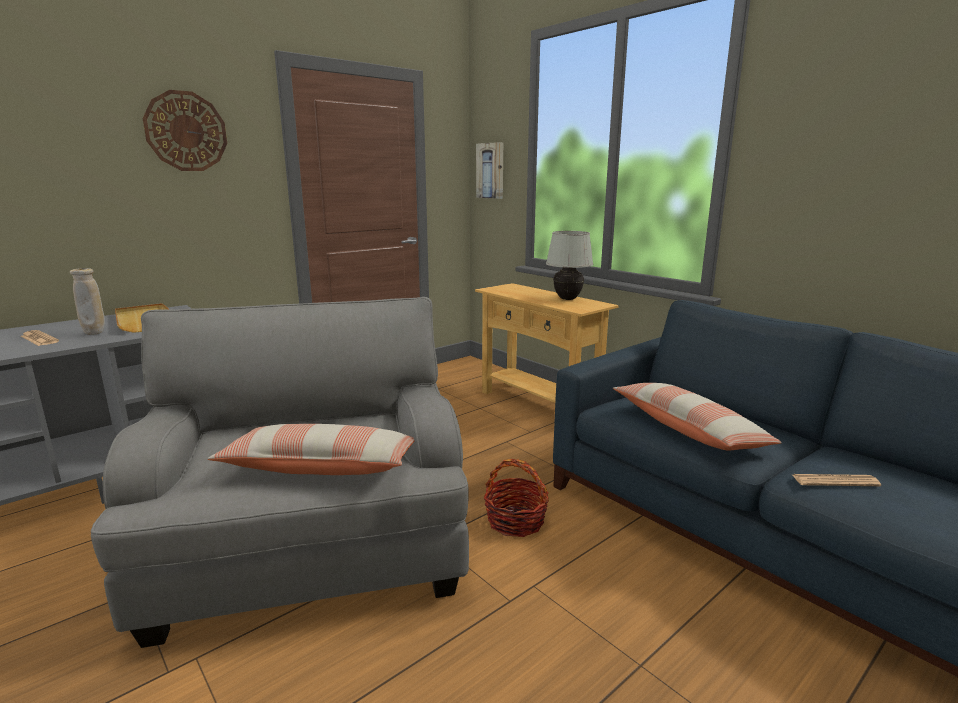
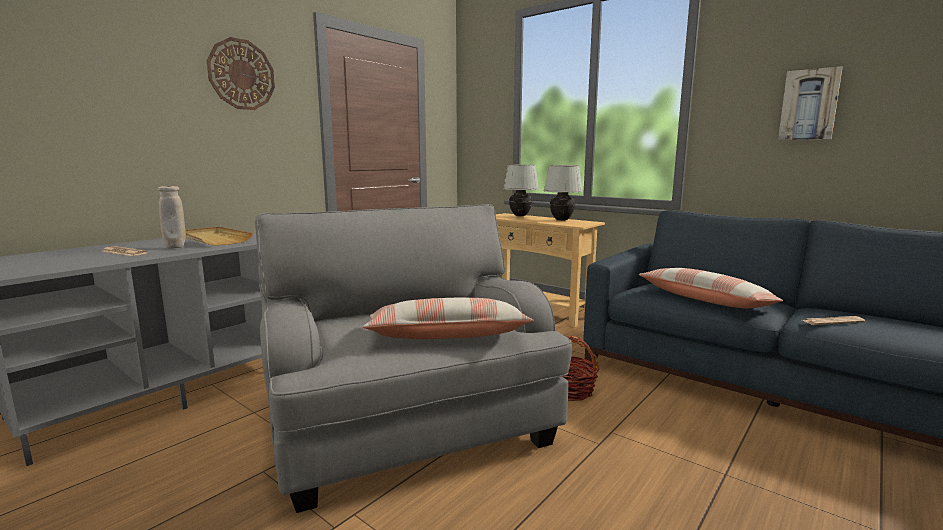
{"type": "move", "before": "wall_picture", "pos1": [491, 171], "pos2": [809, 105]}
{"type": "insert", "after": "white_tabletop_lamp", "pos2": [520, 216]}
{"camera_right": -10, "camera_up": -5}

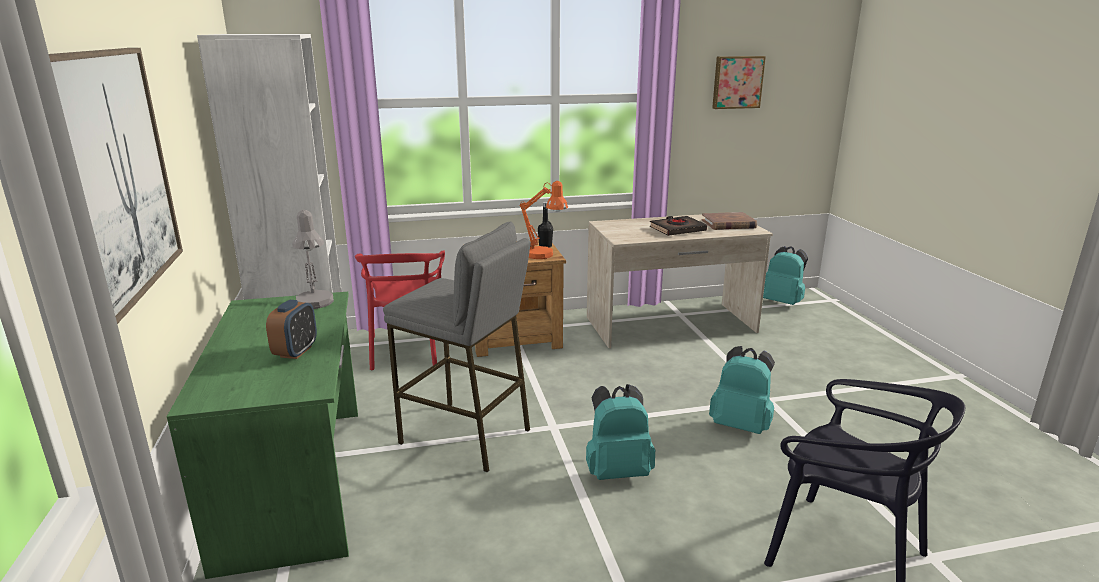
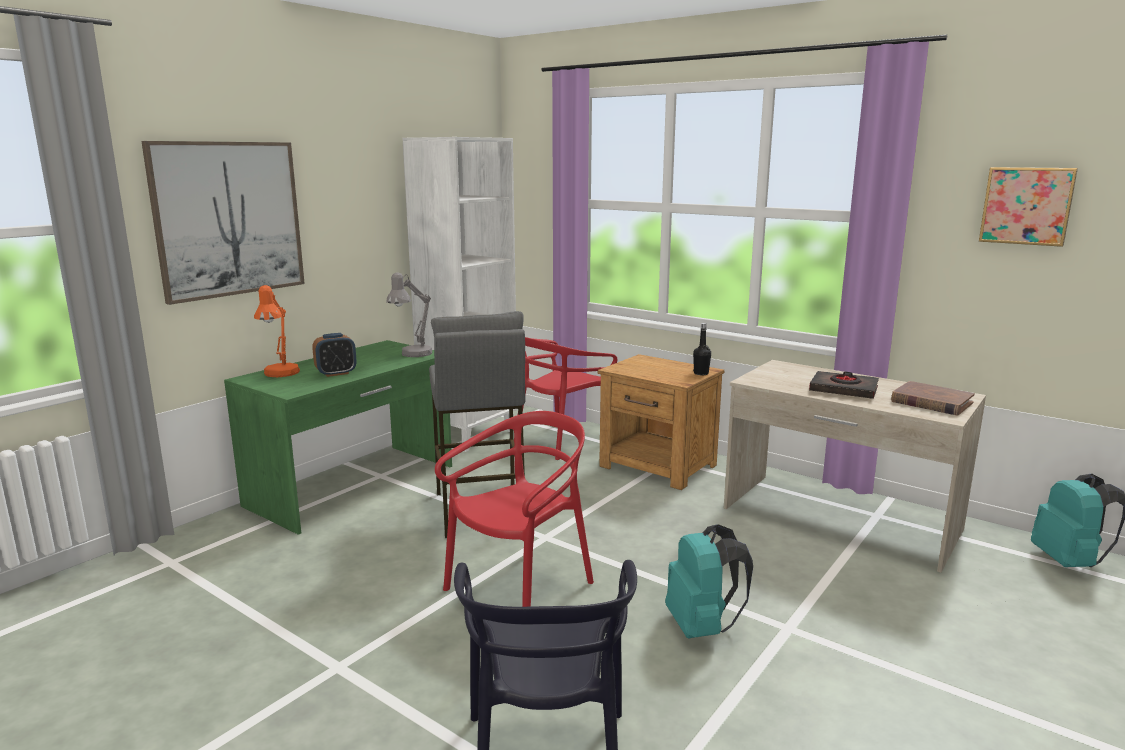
{"type": "move", "before": "orangey_tabletop_lamp", "pos1": [544, 256], "pos2": [280, 374]}
{"type": "replace", "before": "turquoise-coloured_knapsack", "after": "red-coloured_upright_chair", "pos1": [617, 471], "pos2": [521, 590]}
{"camera_right": 50, "camera_up": -5}

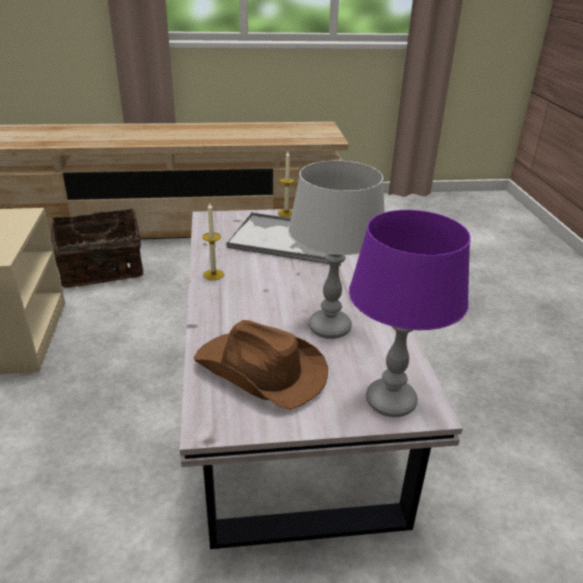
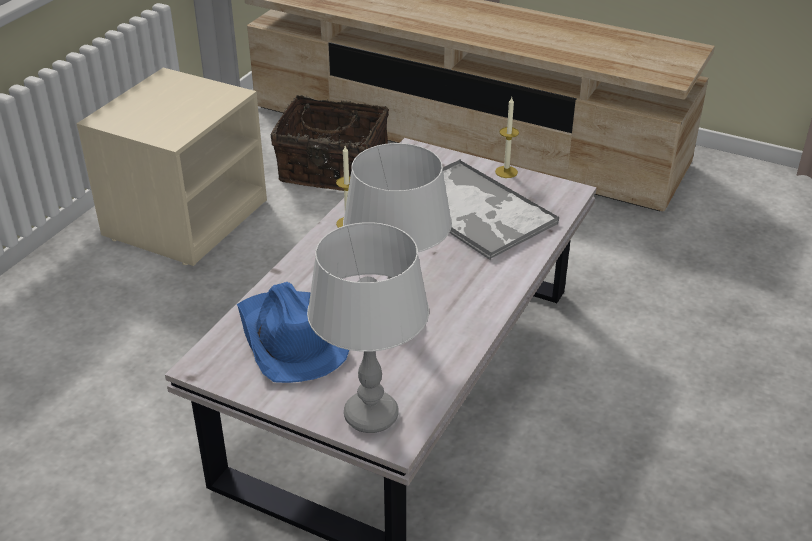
{"type": "recolor", "before": "brown-coloured_clothing_hat", "after": "blue-coloured_clothing_hat", "pos1": [261, 371], "pos2": [290, 338]}
{"type": "recolor", "before": "purple-coloured_tabletop_lamp", "after": "gray_tabletop_lamp", "pos1": [390, 401], "pos2": [370, 416]}
{"camera_right": 35, "camera_up": 5}

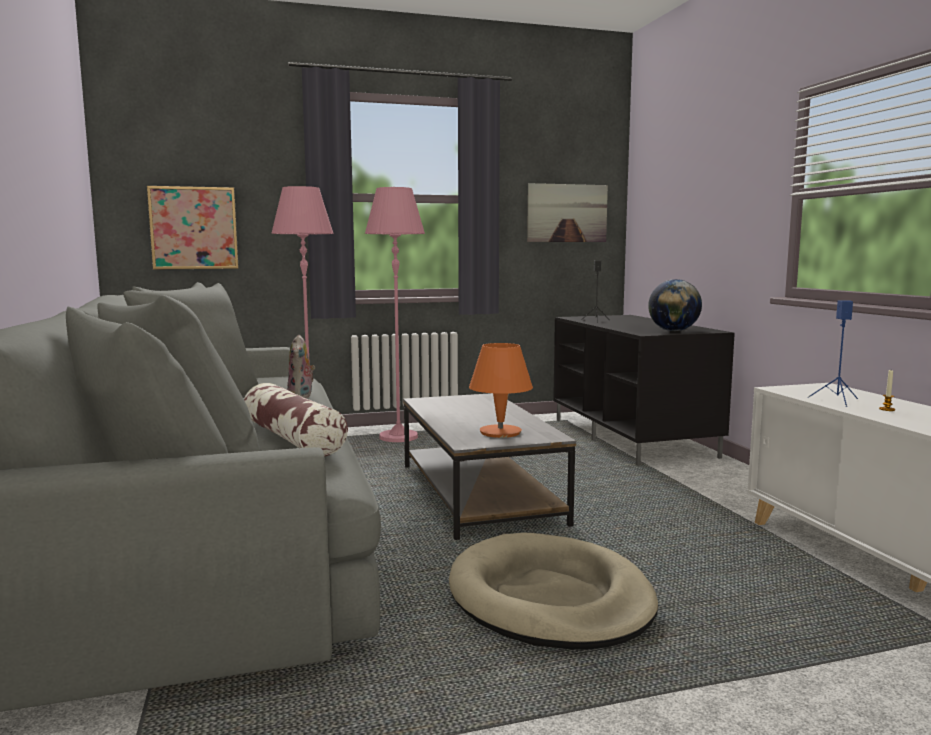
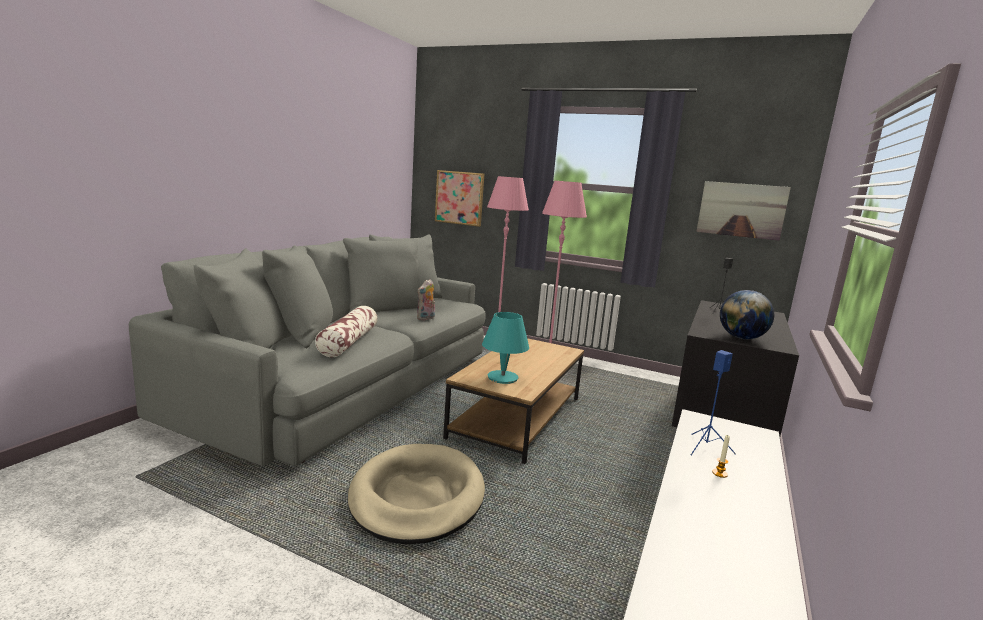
{"type": "recolor", "before": "gray_low_table", "after": "brown-coloured_low_table", "pos1": [478, 493], "pos2": [516, 417]}
{"type": "recolor", "before": "orangey_tabletop_lamp", "after": "turquoise-coloured_tabletop_lamp", "pos1": [500, 432], "pos2": [502, 378]}
{"camera_right": 40, "camera_up": 5}

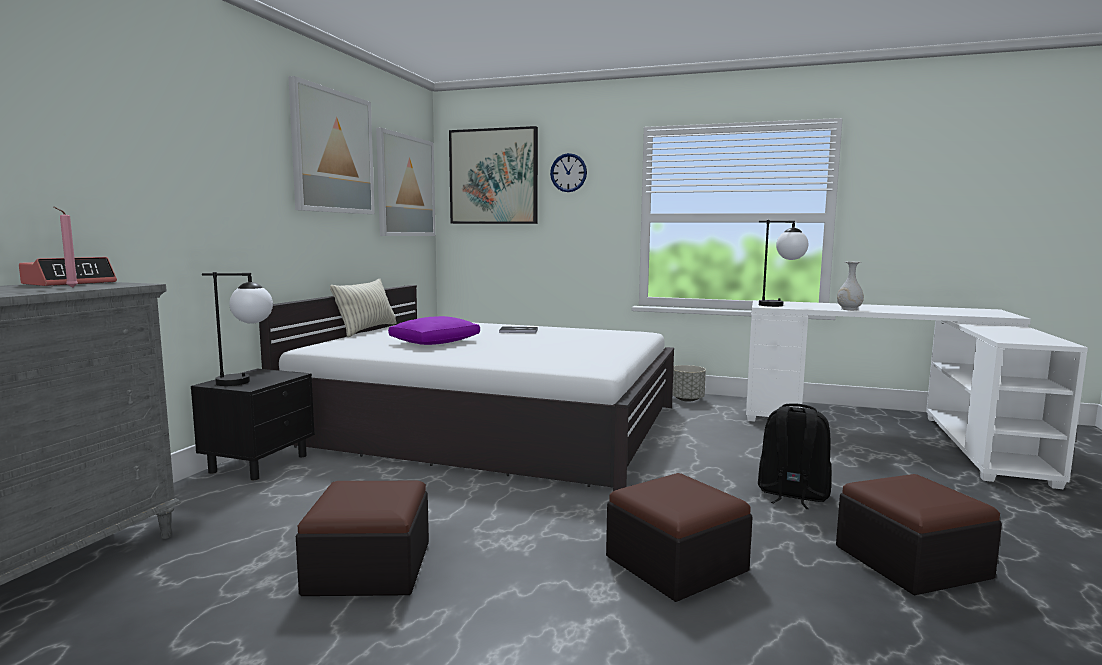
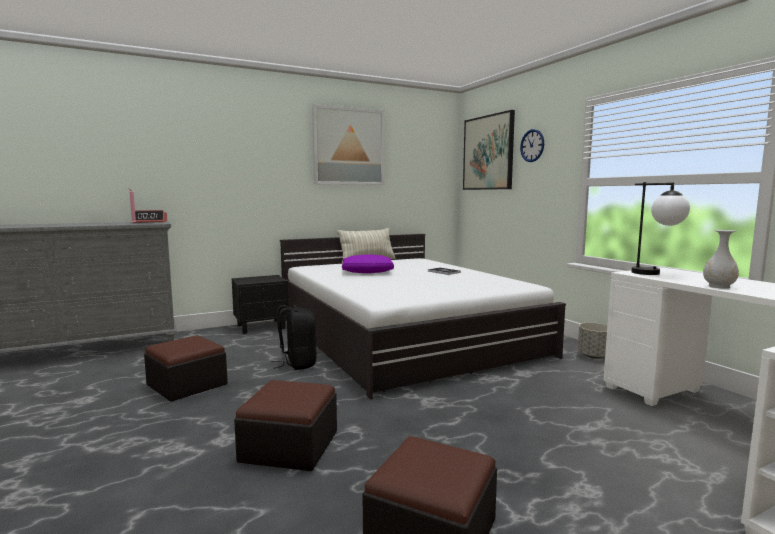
{"type": "delete", "before": "tabletop_lamp", "pos1": [247, 382]}
{"type": "delete", "before": "wall_picture", "pos1": [405, 186]}
{"type": "move", "before": "black_knapsack", "pos1": [792, 495], "pos2": [297, 364]}
{"camera_right": 45, "camera_up": 0}

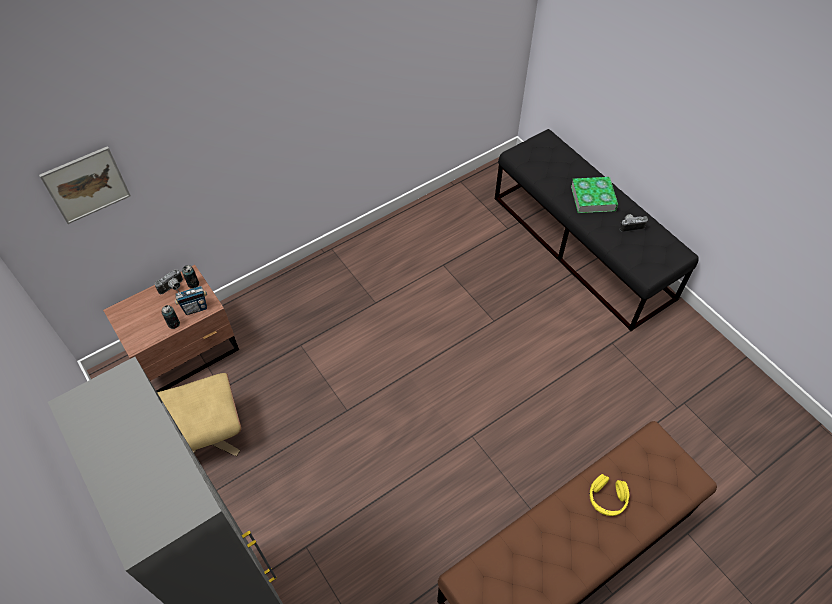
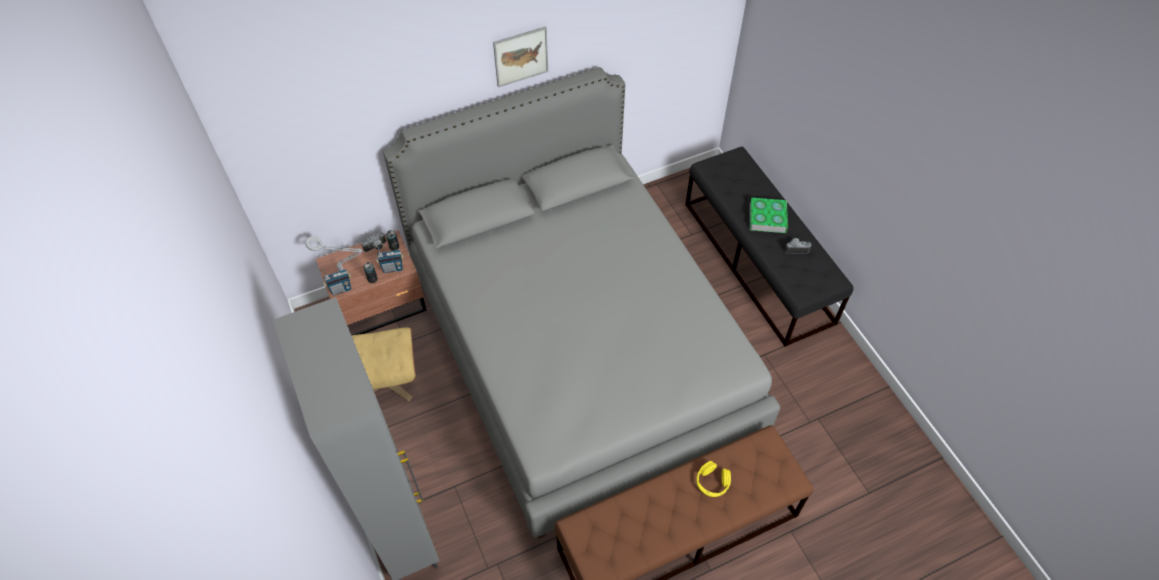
{"type": "move", "before": "wall_picture", "pos1": [86, 185], "pos2": [521, 56]}
{"type": "insert", "after": "gray_tabletop_lamp", "pos2": [342, 269]}
{"type": "insert", "after": "radio_set", "pos2": [341, 289]}
{"type": "insert", "after": "gray_sleeping_bed", "pos2": [579, 349]}
{"camera_right": 10, "camera_up": 0}

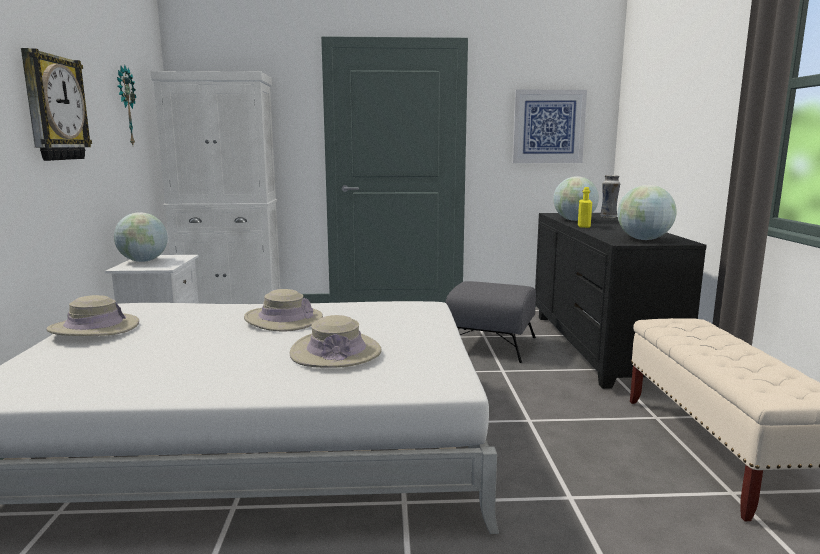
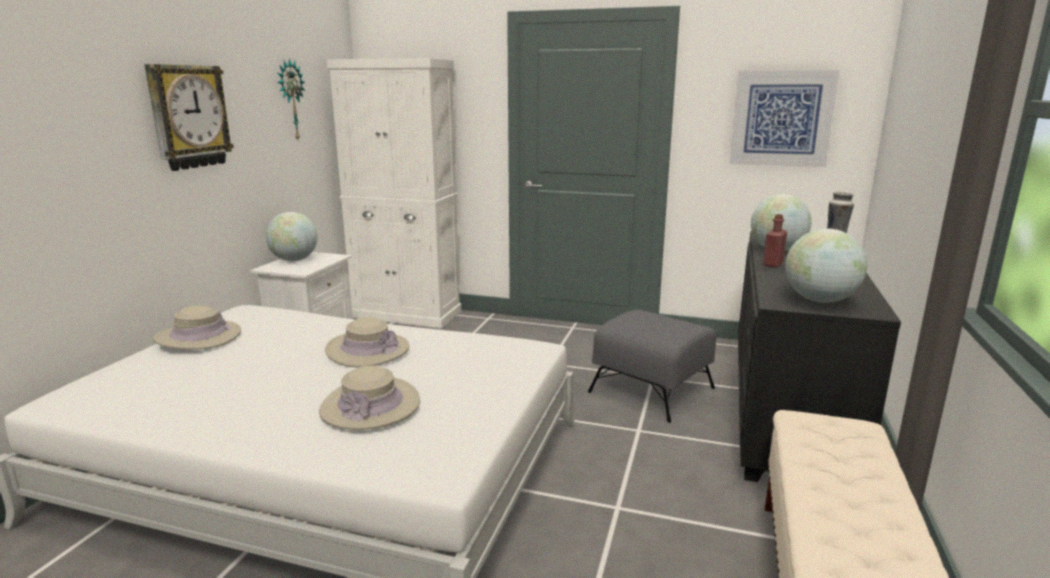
{"type": "recolor", "before": "yellowish_bottle", "after": "red-coloured_bottle", "pos1": [583, 226], "pos2": [772, 264]}
{"camera_right": 20, "camera_up": 5}

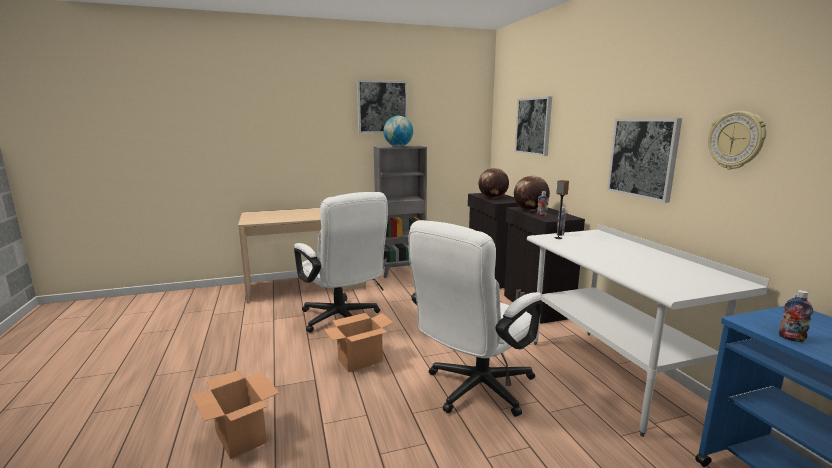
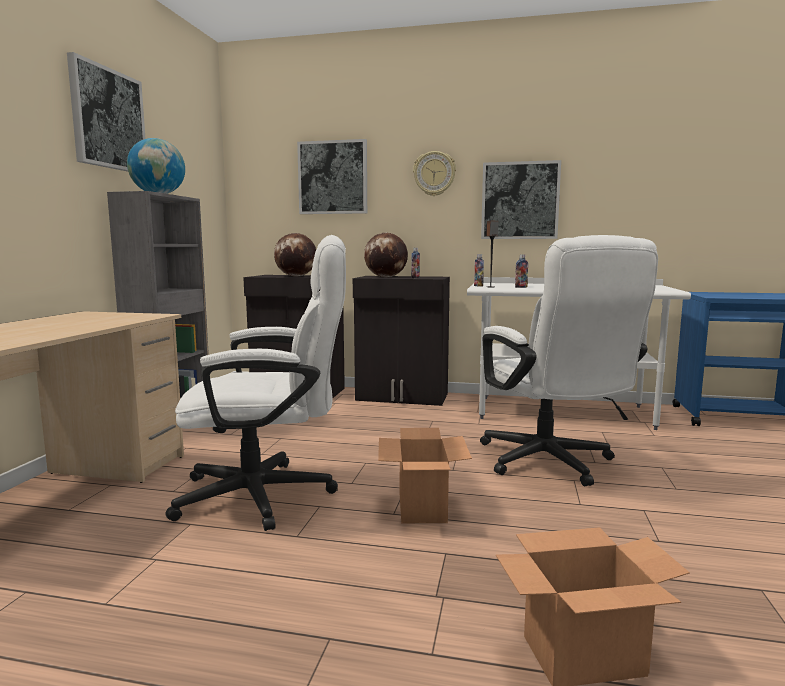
{"type": "move", "before": "hanging_clock", "pos1": [736, 140], "pos2": [434, 174]}
{"type": "move", "before": "bottle", "pos1": [791, 338], "pos2": [521, 287]}
{"camera_right": -60, "camera_up": -5}

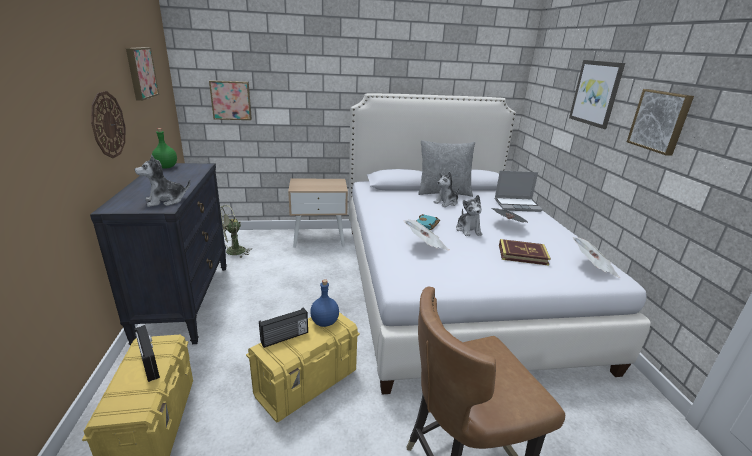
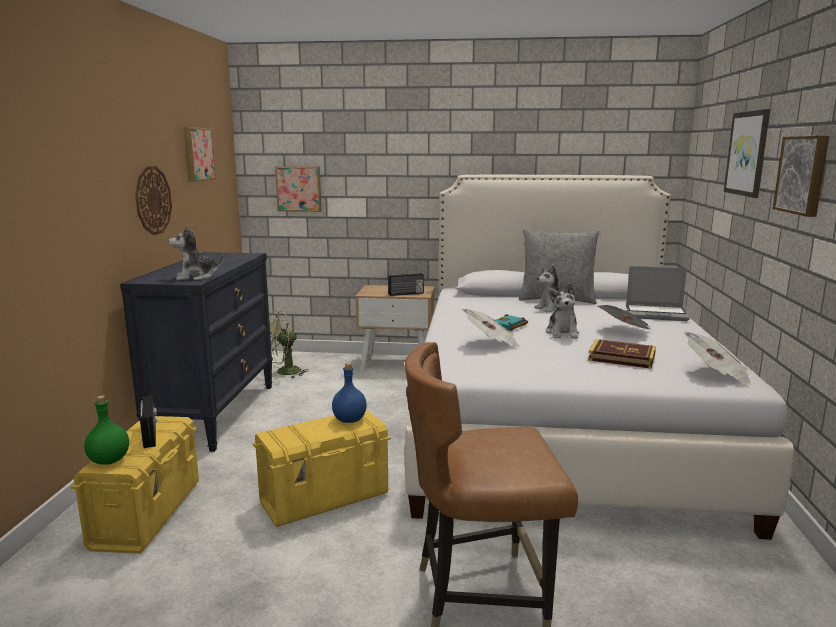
{"type": "move", "before": "green_bottle", "pos1": [166, 167], "pos2": [109, 461]}
{"type": "move", "before": "radio_set", "pos1": [285, 338], "pos2": [406, 294]}
{"camera_right": 15, "camera_up": -10}

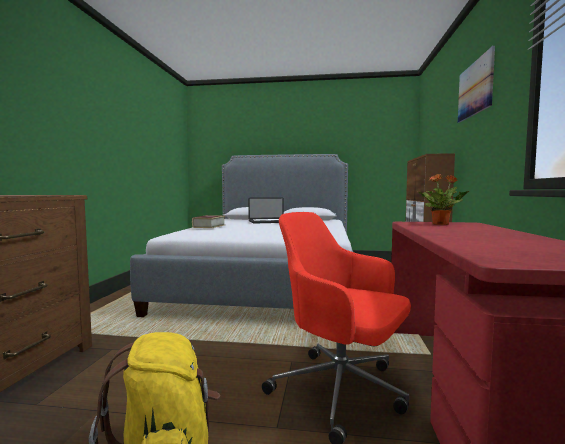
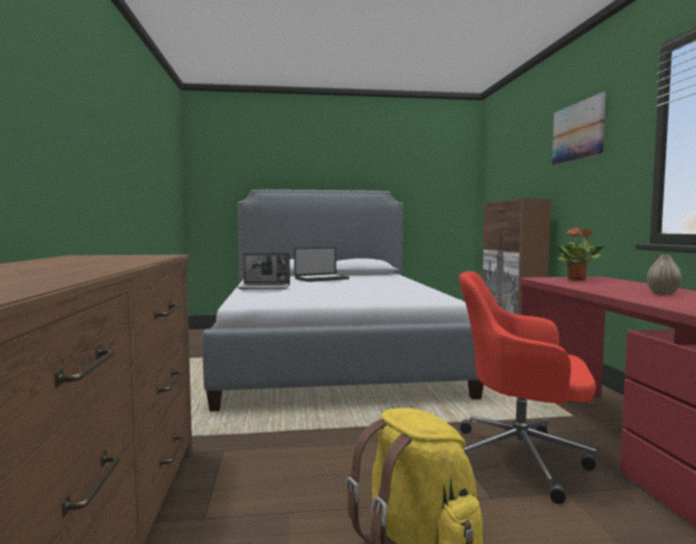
{"type": "replace", "before": "book", "after": "laptop", "pos1": [209, 226], "pos2": [265, 287]}
{"type": "insert", "after": "decorative_vase", "pos2": [663, 293]}
{"camera_right": -15, "camera_up": 0}

